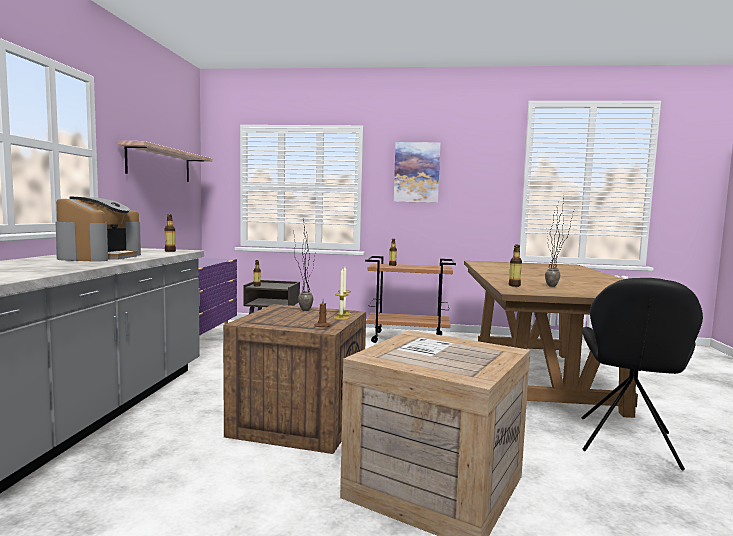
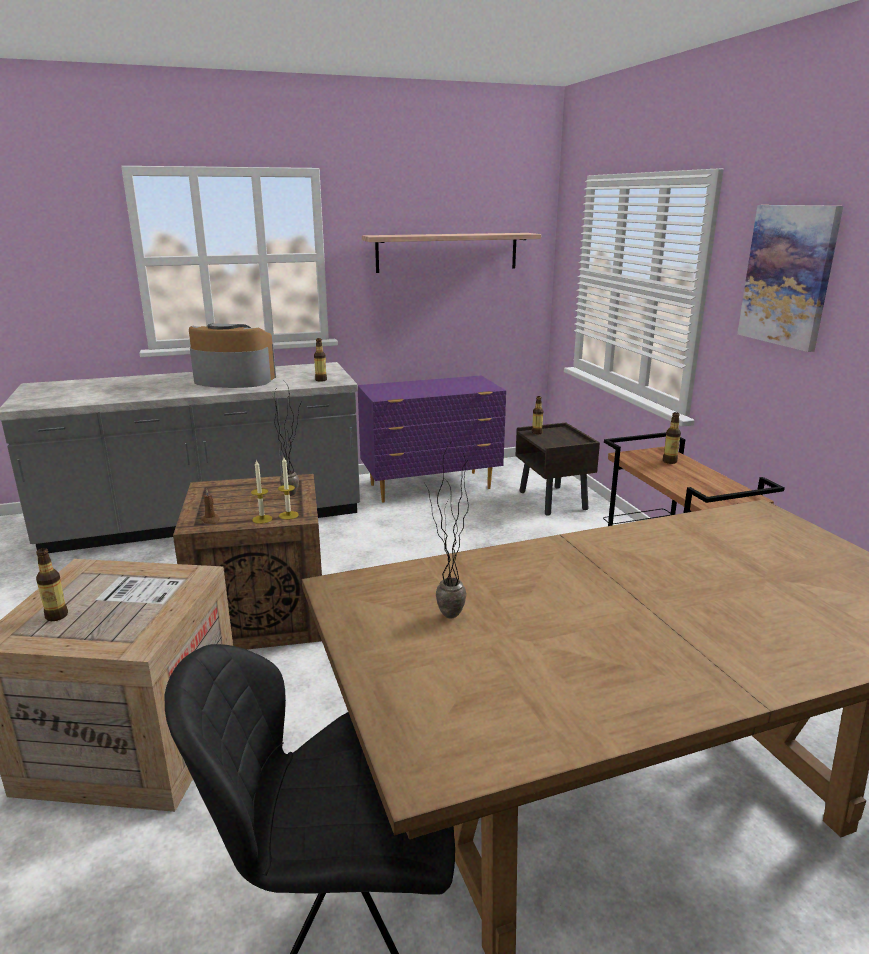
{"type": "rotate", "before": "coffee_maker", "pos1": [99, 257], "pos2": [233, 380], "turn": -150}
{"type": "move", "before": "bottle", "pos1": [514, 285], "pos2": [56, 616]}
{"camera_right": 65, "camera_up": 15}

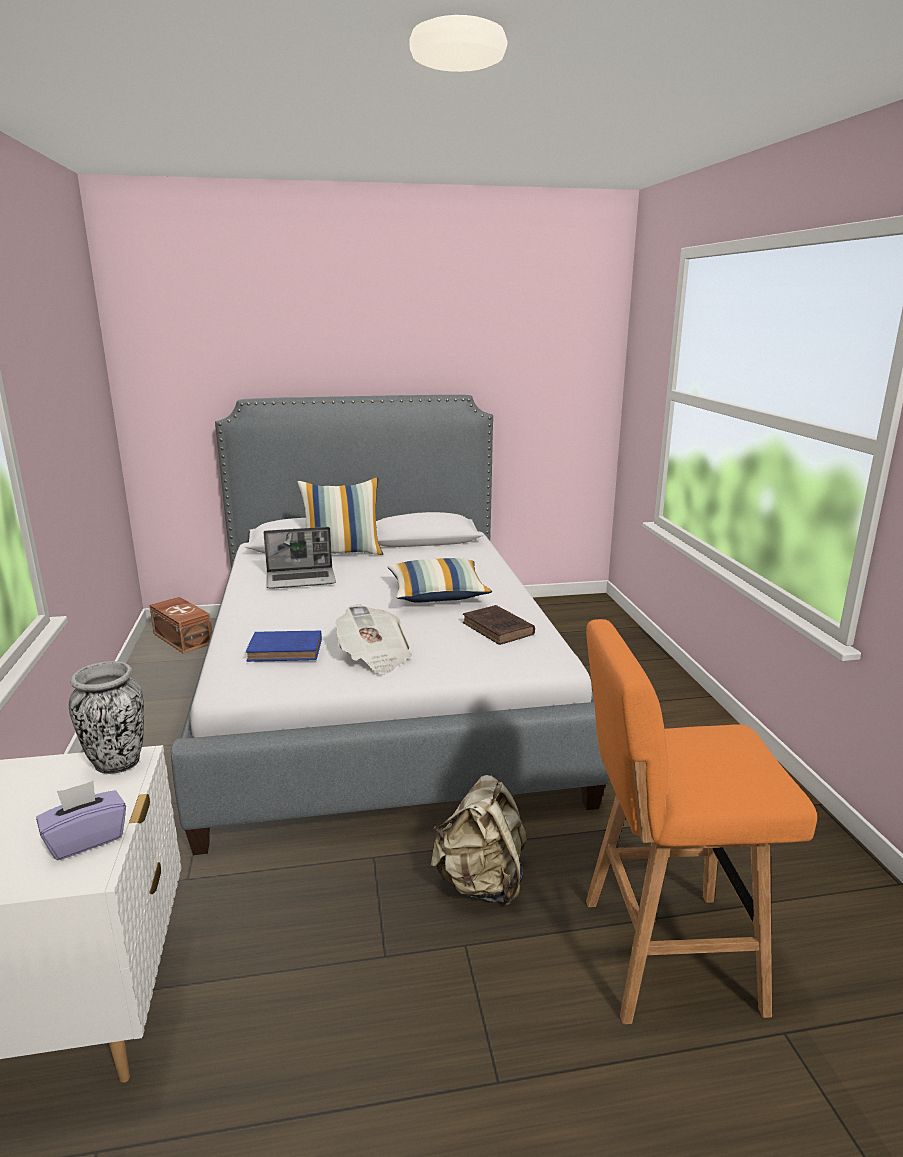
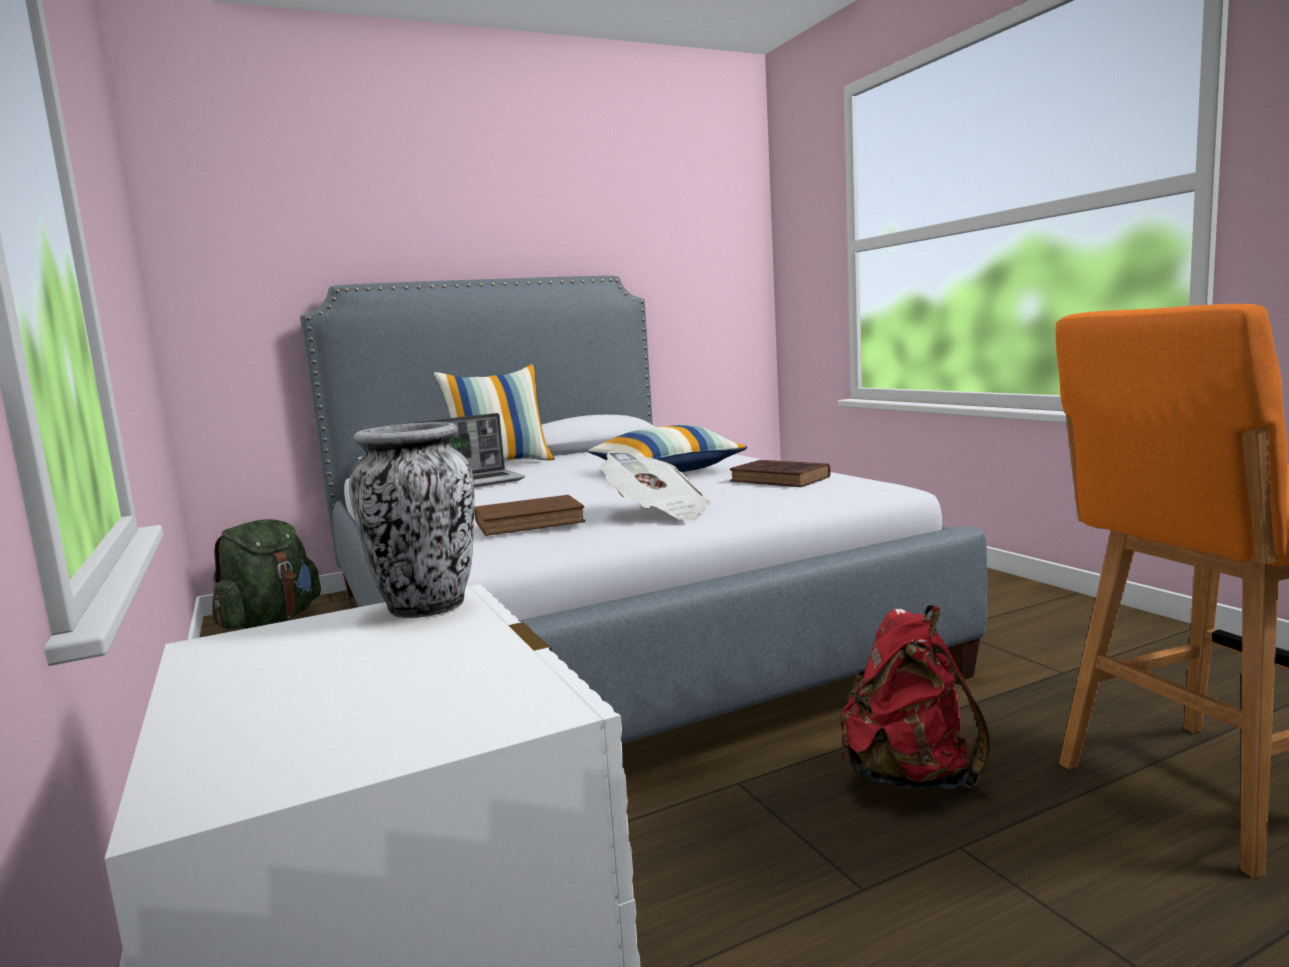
{"type": "delete", "before": "purple-coloured_box_of_tissues", "pos1": [86, 839]}
{"type": "replace", "before": "brown-coloured_storage_bin", "after": "green_knapsack", "pos1": [183, 638], "pos2": [271, 622]}
{"type": "recolor", "before": "blue-coloured_book", "after": "brown-coloured_book", "pos1": [287, 650], "pos2": [532, 522]}
{"type": "recolor", "before": "sand-coloured_knapsack", "after": "red-coloured_knapsack", "pos1": [481, 882], "pos2": [910, 776]}
{"camera_right": -15, "camera_up": -10}

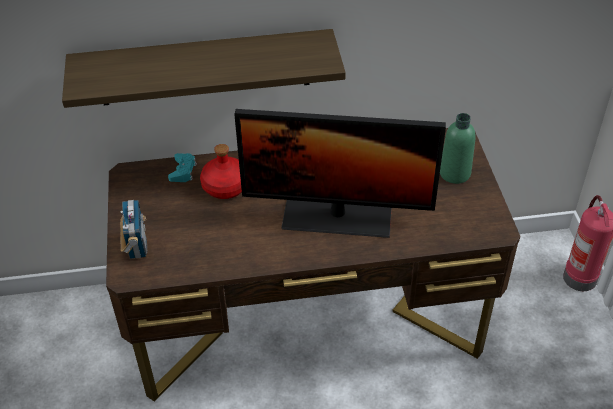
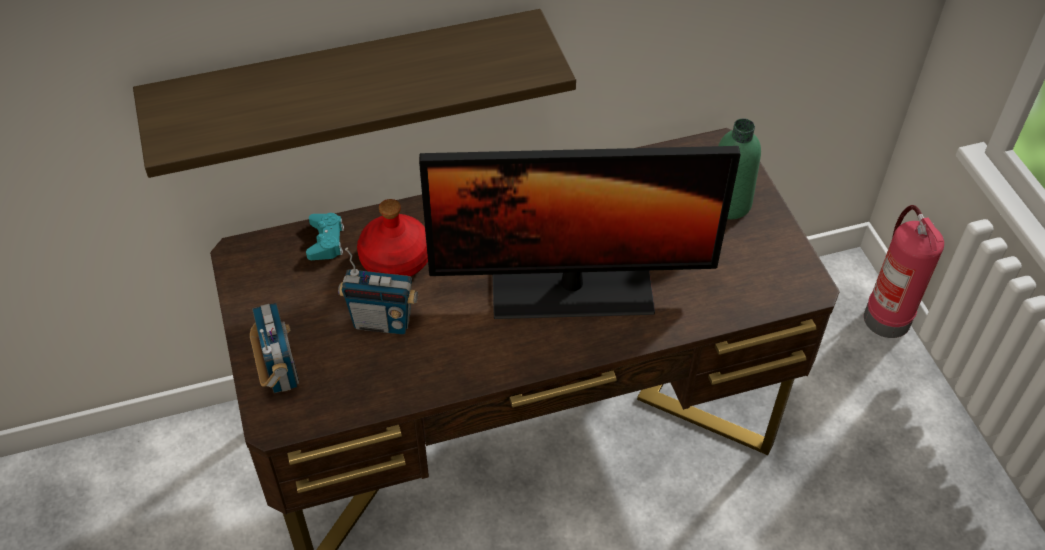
{"type": "insert", "after": "radio_set", "pos2": [382, 322]}
{"camera_right": -10, "camera_up": 5}

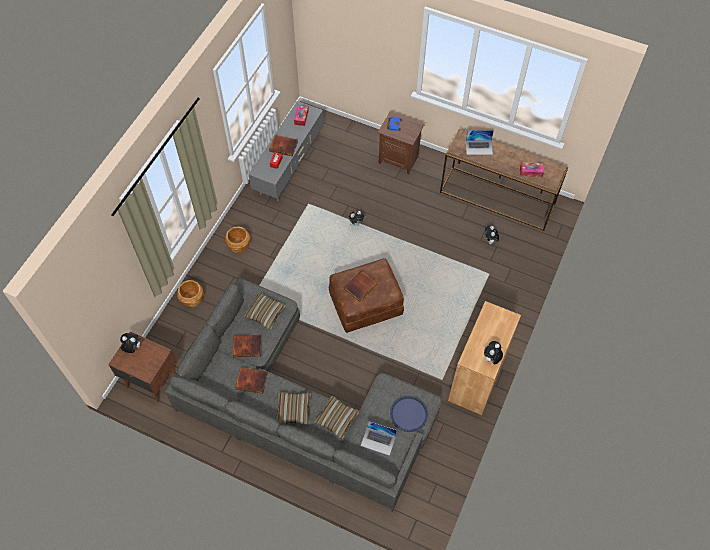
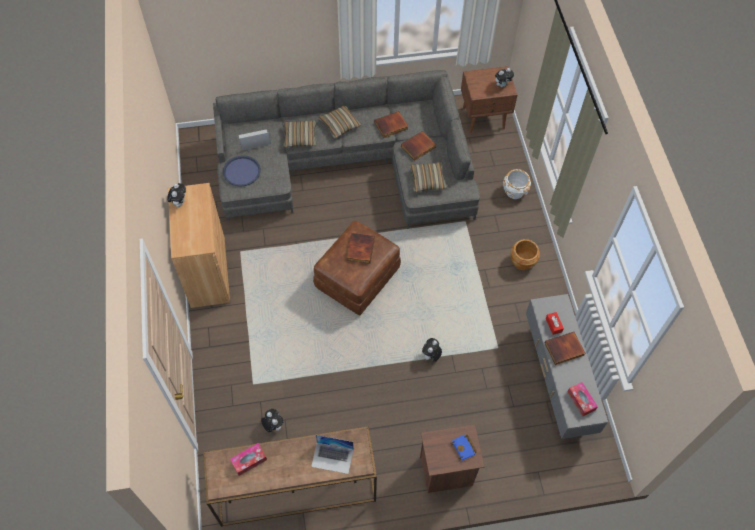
{"type": "recolor", "before": "brown-coloured_plant_pot", "after": "white_plant_pot", "pos1": [192, 299], "pos2": [514, 192]}
{"type": "rotate", "before": "laptop", "pos1": [479, 147], "pos2": [332, 457], "turn": -135}
{"camera_right": 145, "camera_up": 0}

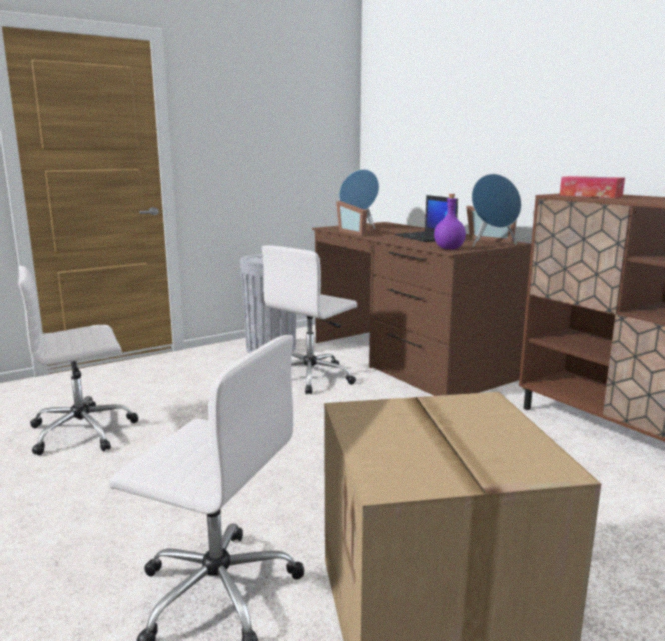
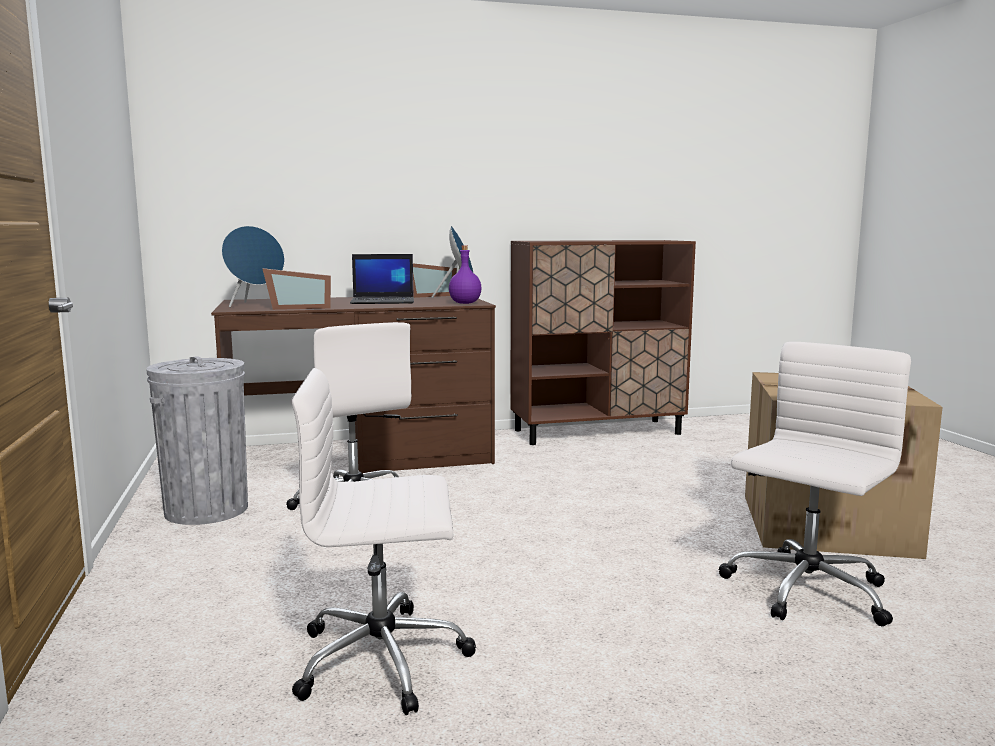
{"type": "rotate", "before": "white_office_chair", "pos1": [84, 431], "pos2": [384, 659], "turn": 90}
{"type": "delete", "before": "box_of_tissues", "pos1": [590, 195]}
{"camera_right": -70, "camera_up": -5}

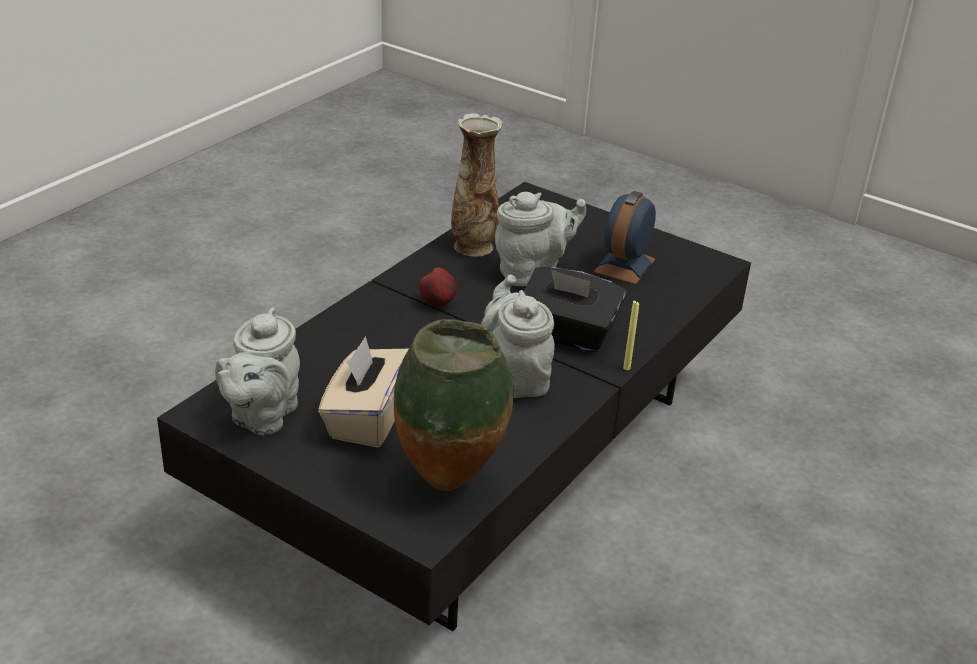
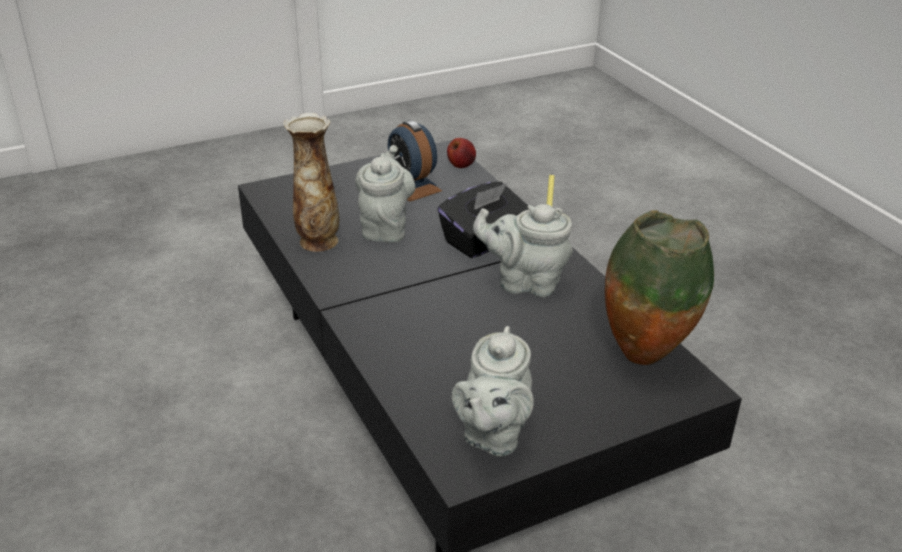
{"type": "rotate", "before": "gray_tea_pot", "pos1": [261, 416], "pos2": [492, 435], "turn": 60}
{"type": "delete", "before": "sand-coloured_box_of_tissues", "pos1": [367, 418]}
{"type": "move", "before": "apple", "pos1": [438, 303], "pos2": [461, 166]}
{"camera_right": -60, "camera_up": 0}

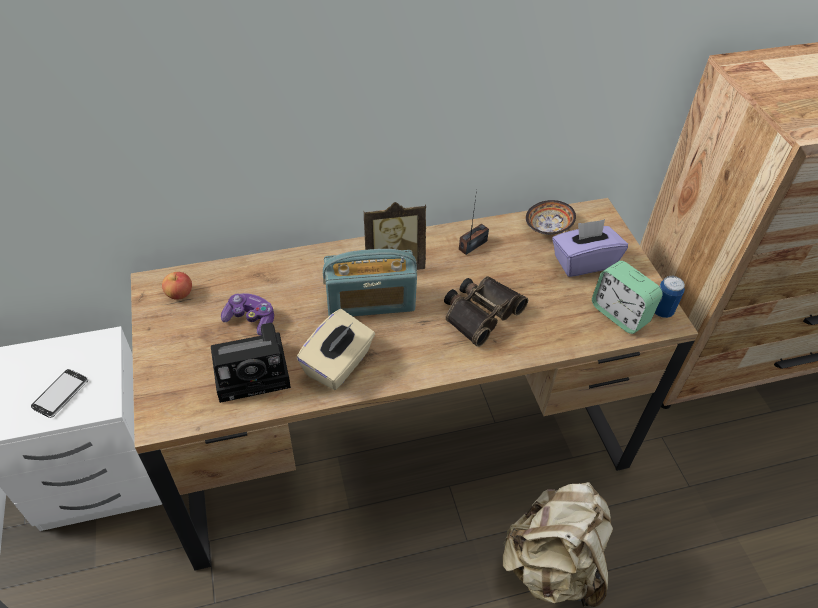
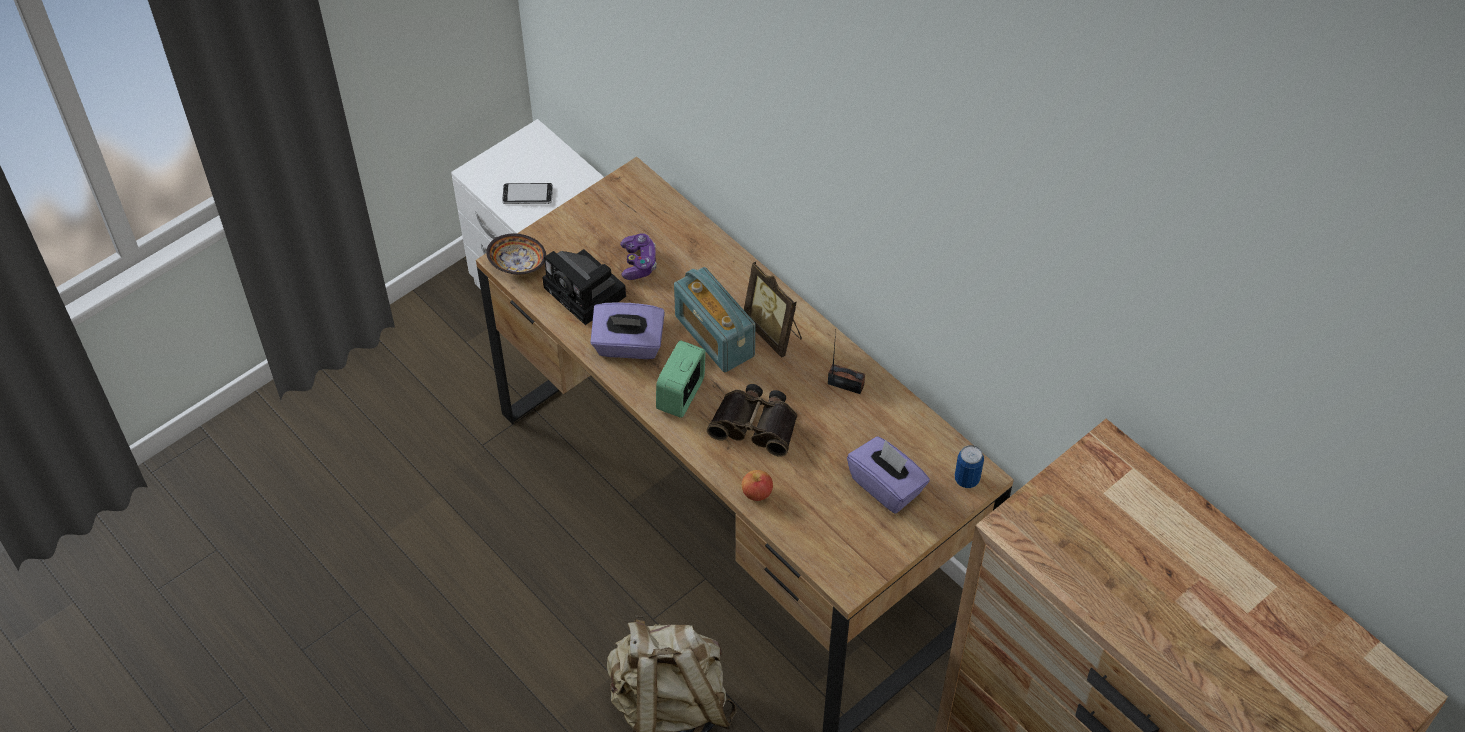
{"type": "move", "before": "apple", "pos1": [179, 294], "pos2": [757, 493]}
{"type": "recolor", "before": "sand-coloured_box_of_tissues", "after": "purple-coloured_box_of_tissues", "pos1": [338, 364], "pos2": [628, 345]}
{"type": "move", "before": "deep_dish", "pos1": [546, 228], "pos2": [517, 263]}
{"type": "move", "before": "table_clock", "pos1": [619, 314], "pos2": [681, 395]}
{"type": "move", "before": "can", "pos1": [661, 311], "pos2": [966, 479]}
{"camera_right": 65, "camera_up": 5}

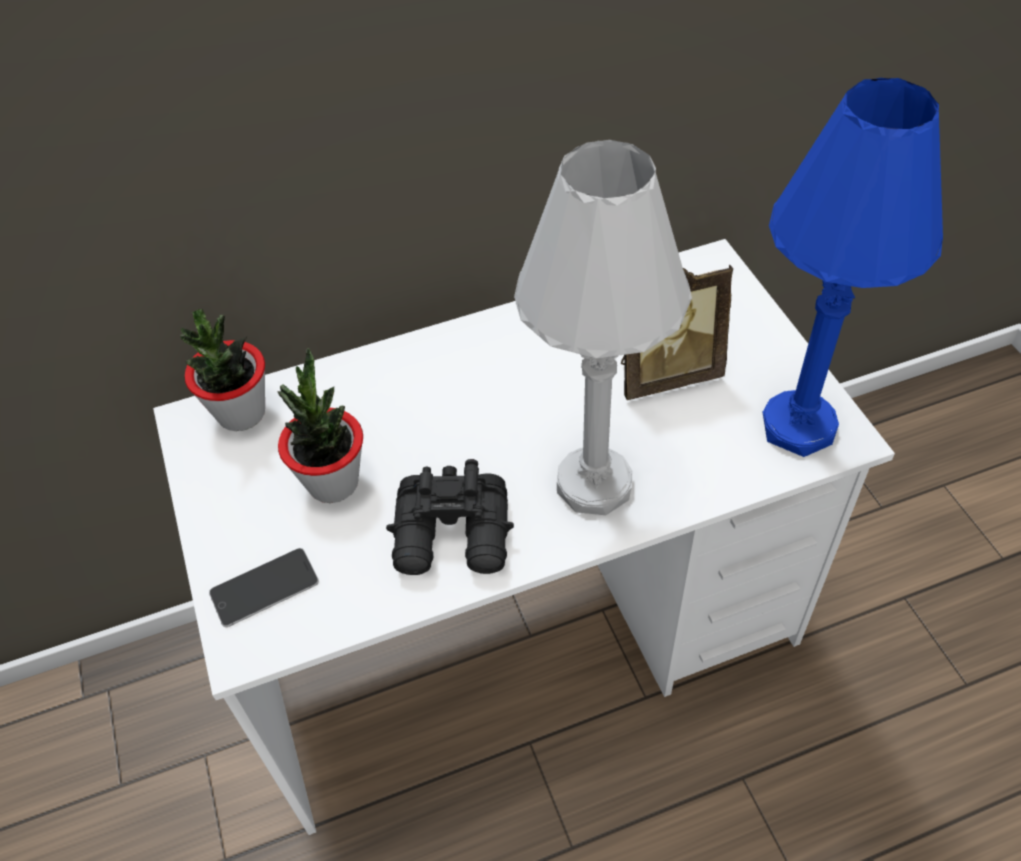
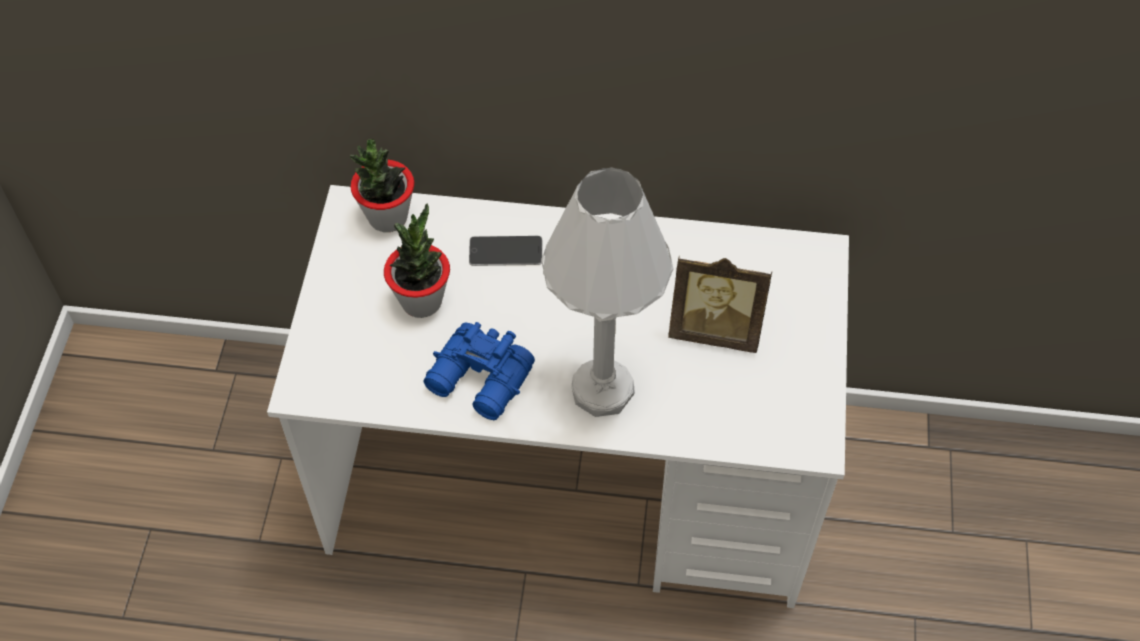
{"type": "move", "before": "phone", "pos1": [264, 587], "pos2": [505, 251]}
{"type": "recolor", "before": "black_pair_of_binoculars", "after": "blue-coloured_pair_of_binoculars", "pos1": [455, 537], "pos2": [480, 382]}
{"type": "delete", "before": "blue-coloured_tabletop_lamp", "pos1": [797, 426]}
{"camera_right": 25, "camera_up": 5}

